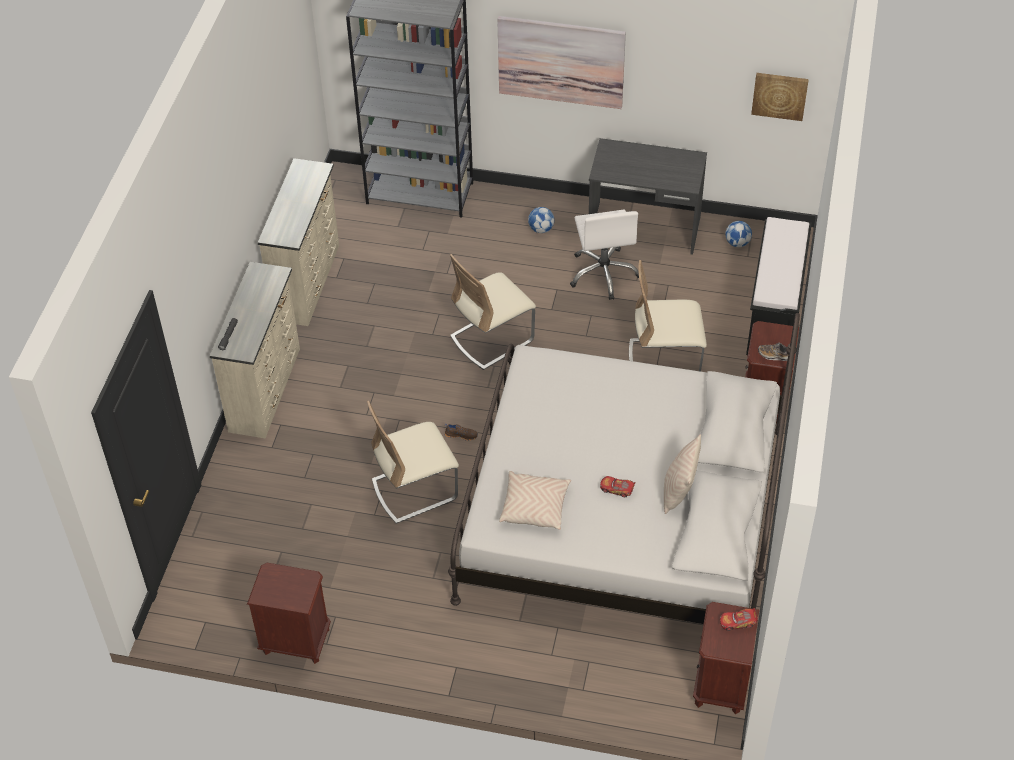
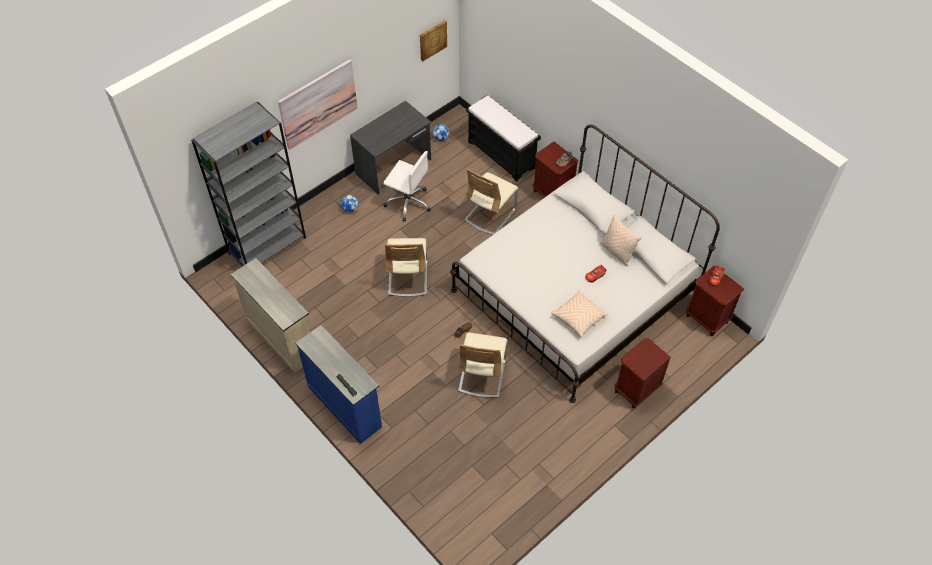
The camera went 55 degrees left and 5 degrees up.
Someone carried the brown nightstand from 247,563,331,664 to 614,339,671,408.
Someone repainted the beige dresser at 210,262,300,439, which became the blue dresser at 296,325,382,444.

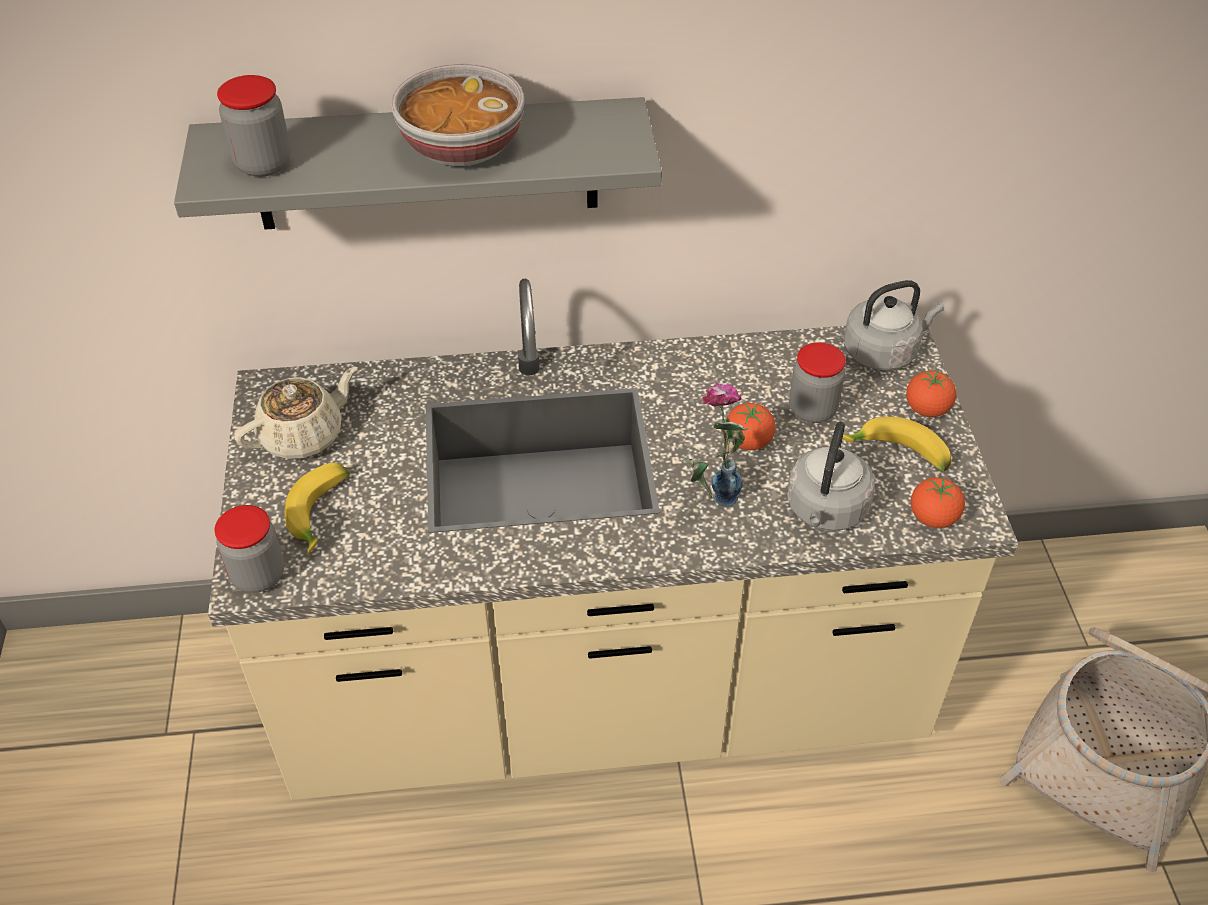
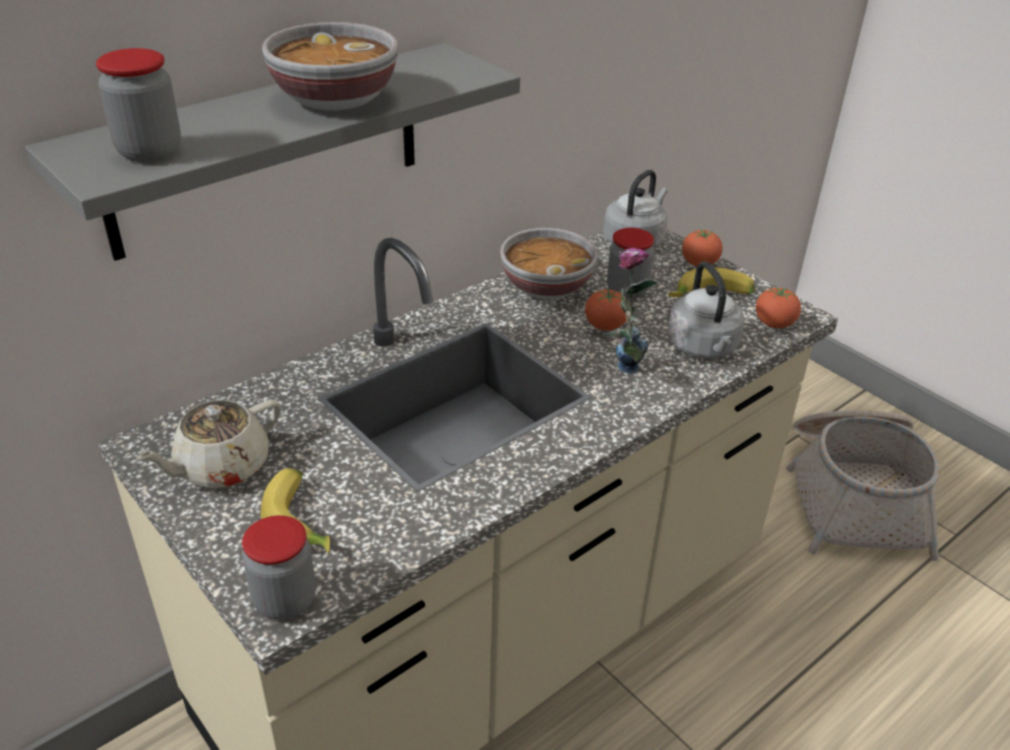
The camera went 35 degrees left and 10 degrees down.
Someone put down the bowl at 500,228,597,300.
Someone rotated the beige teapot at 234,367,358,459 by 150 degrees counterclockwise.

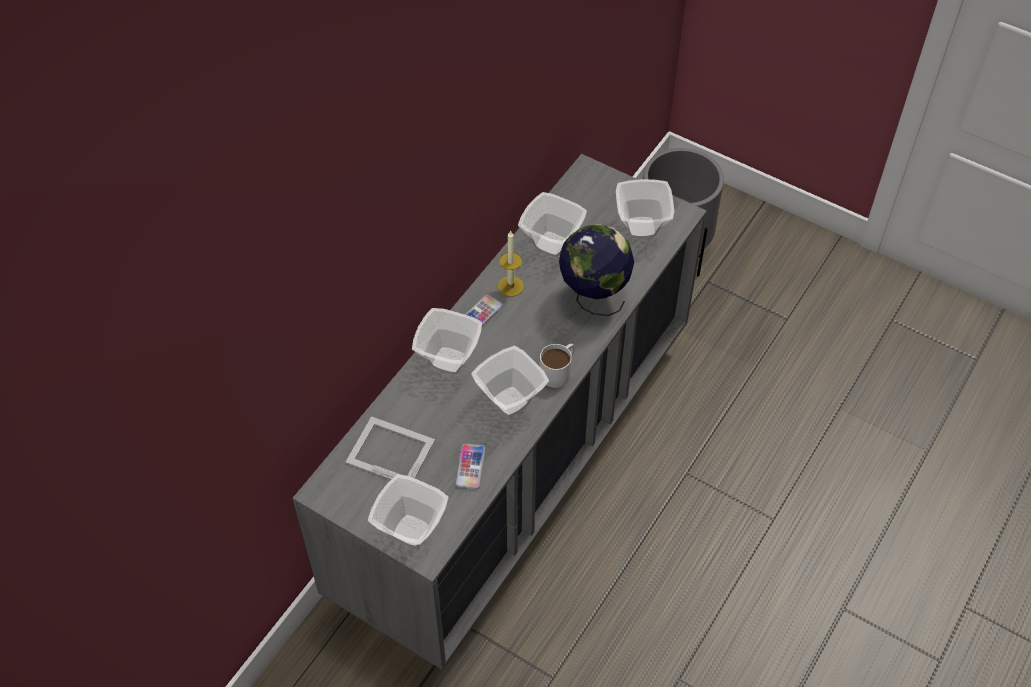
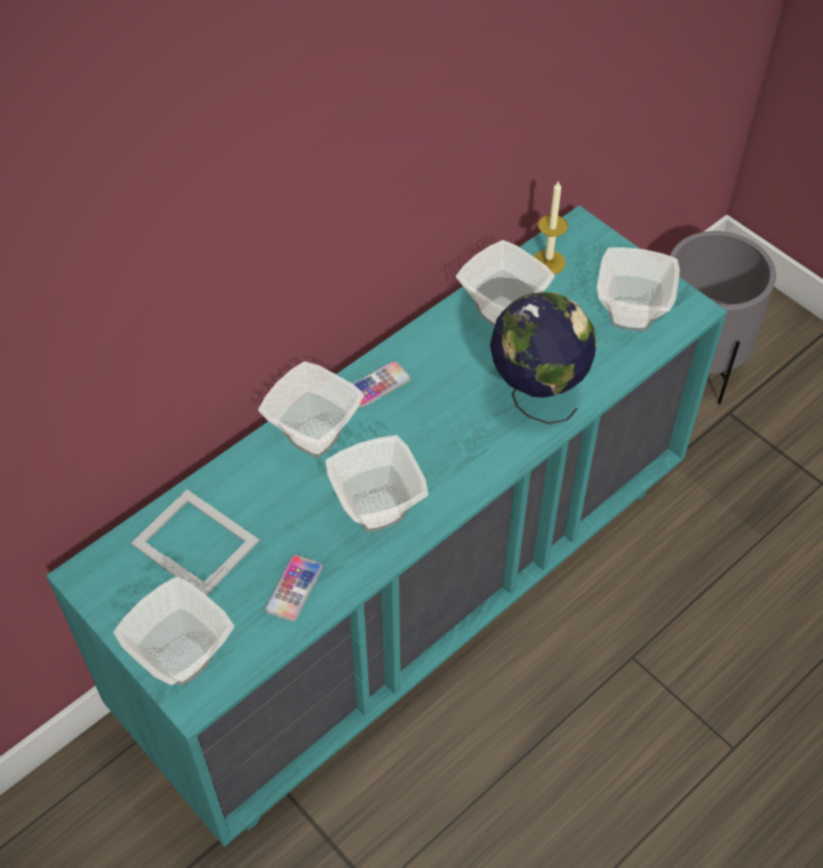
The camera went 15 degrees right and 0 degrees up.
Someone took away the white mug at 540,343,575,388.
Someone carried the candle from 498,230,524,297 to 533,180,568,275.
Someone repainted the grey dresser at 293,154,707,670, which became the turquoise dresser at 46,205,727,847.

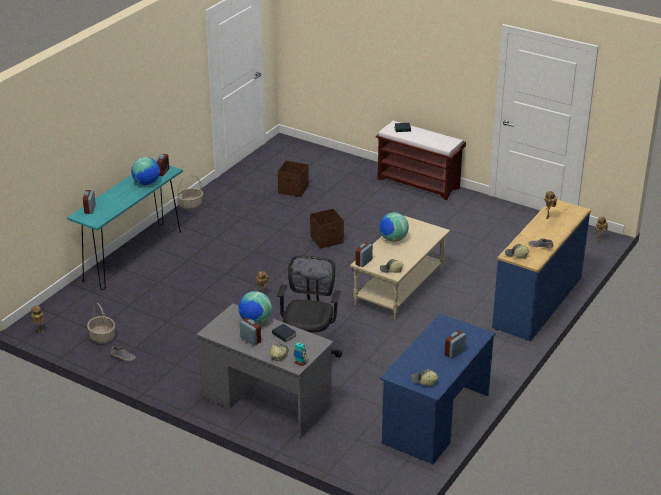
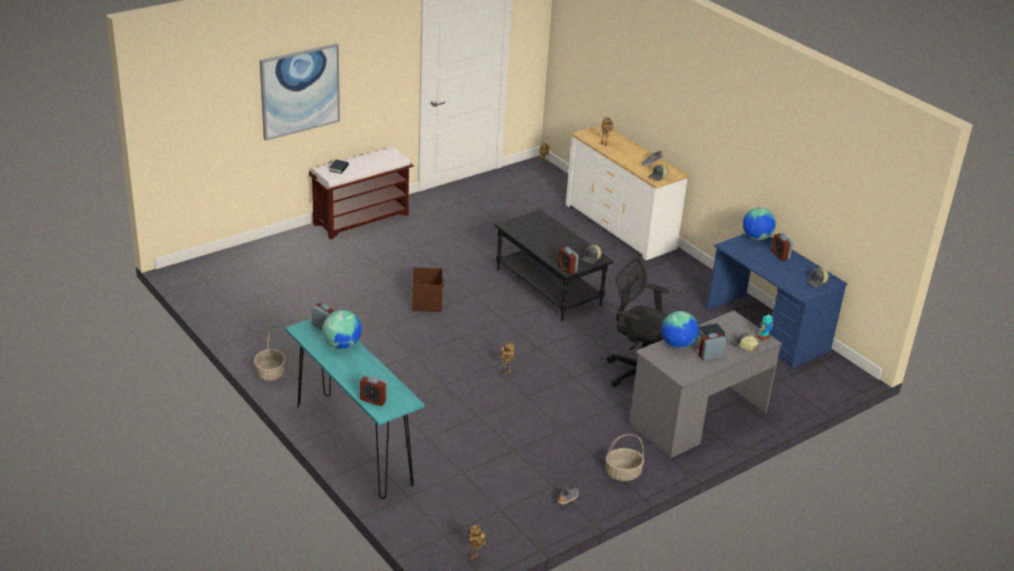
The camera went 70 degrees left and 0 degrees up.
Someone took away the brown storage box at 278,160,309,197.
Someone put up the picture at 260,43,340,141.
Someone carried the basket from 87,303,115,344 to 606,434,645,481.
Someone carried the globe from 379,212,409,242 to 743,207,776,240.
Someone repainted the beige coffee table at 350,216,450,320, which became the black coffee table at 494,209,613,321.
Someone repainted the blue dresser at 492,200,591,341, which became the white dresser at 566,125,689,260.

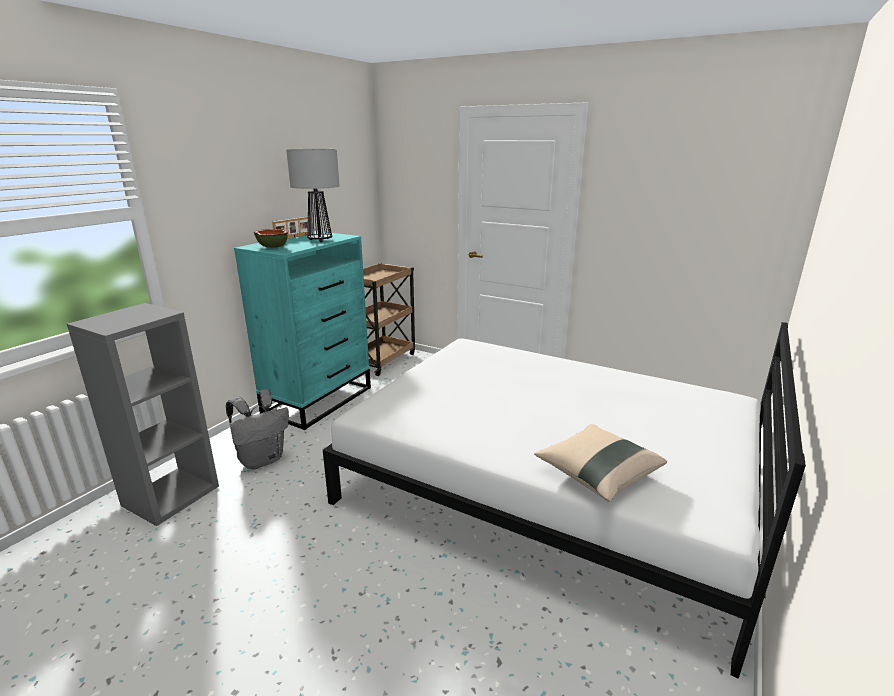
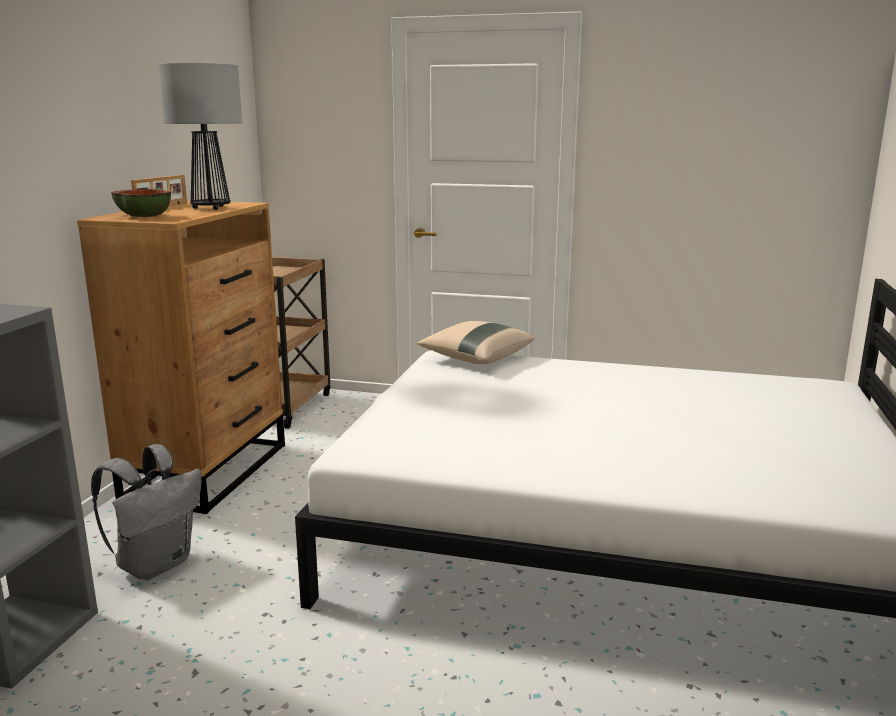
The camera went 15 degrees left and 5 degrees down.
Someone carried the beige pillow from 534,424,667,502 to 417,321,534,364.
Someone repainted the turquoise dresser at 234,231,371,430, which became the brown dresser at 77,200,285,514.

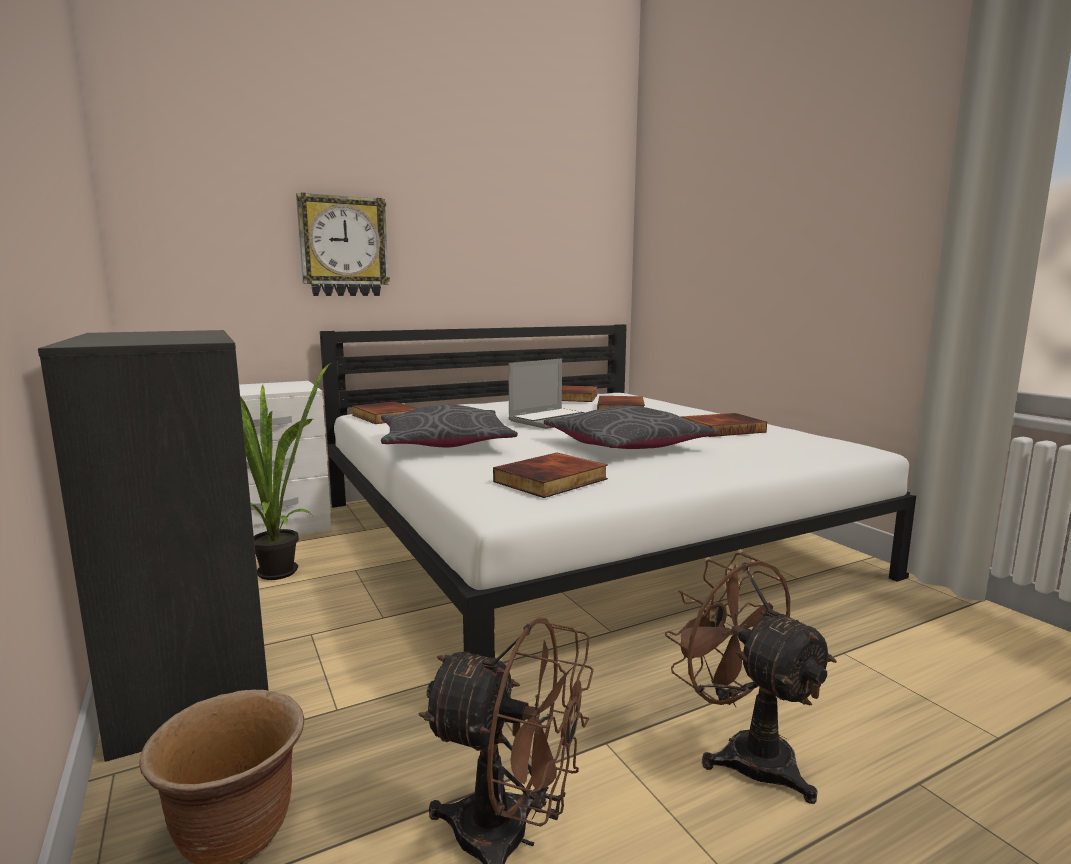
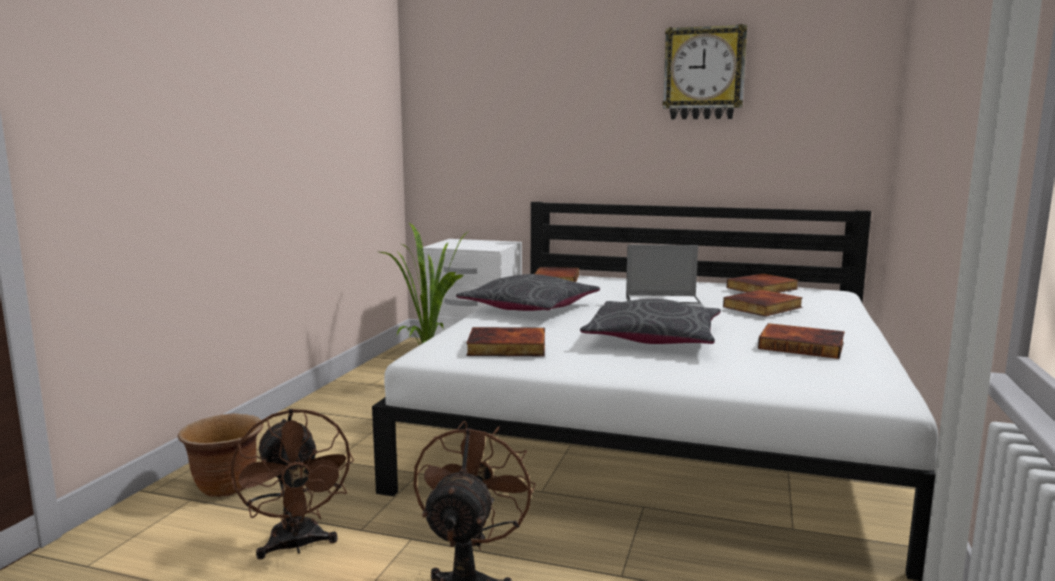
The camera went 45 degrees right and 0 degrees up.
Someone took away the black dresser at 38,330,269,762.
Someone carried the wall clock from 296,192,390,296 to 663,24,747,119.

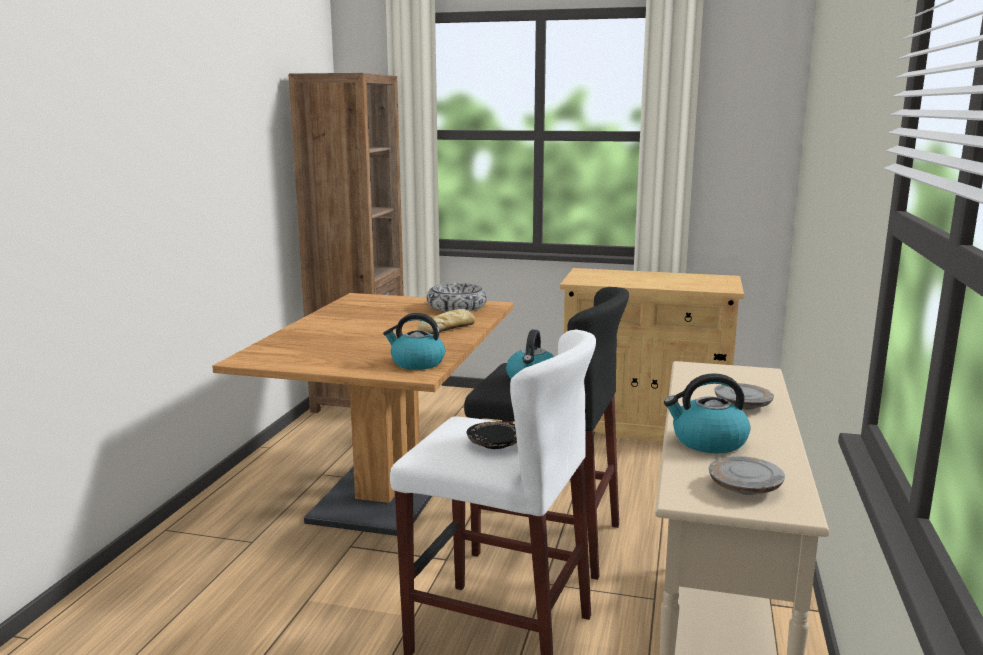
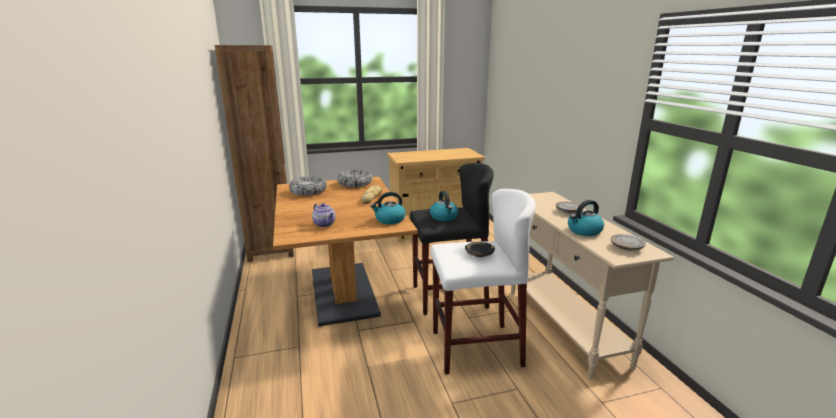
The camera went 30 degrees left and 5 degrees up.
Someone put down the bowl at 289,176,327,196.
Someone put down the teapot at 312,203,336,227.

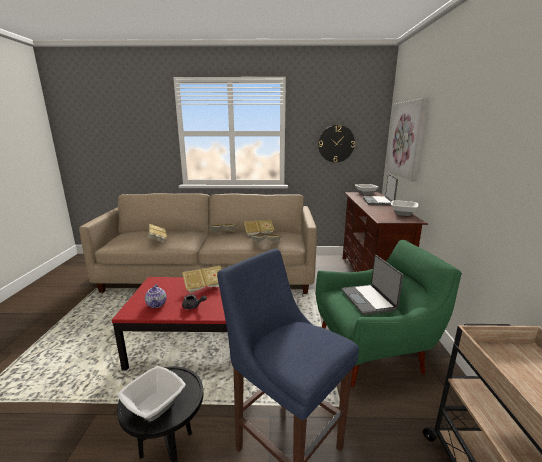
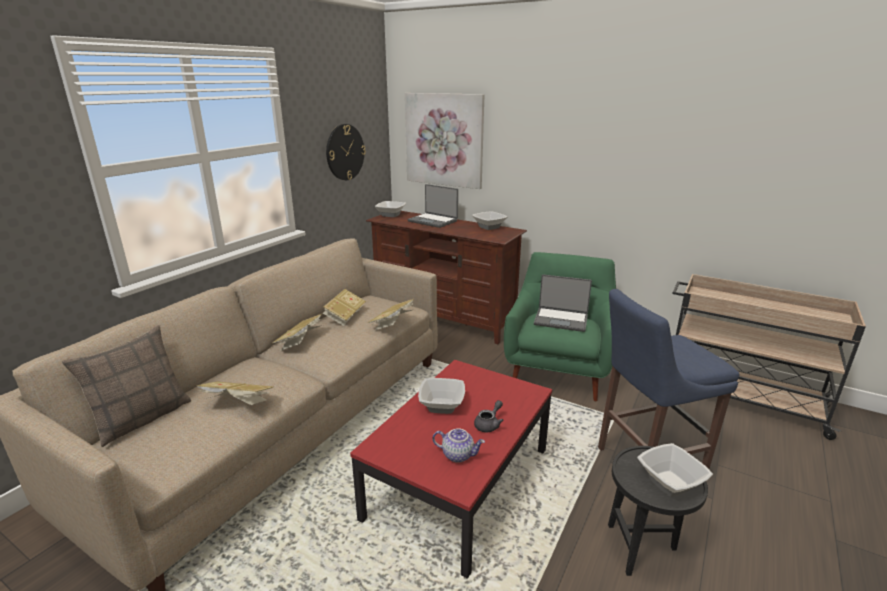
The camera went 60 degrees left and 5 degrees up.
Someone put down the pillow at 62,325,191,447.
Someone swapped the book at 182,266,222,294 for the bowl at 418,378,465,414.

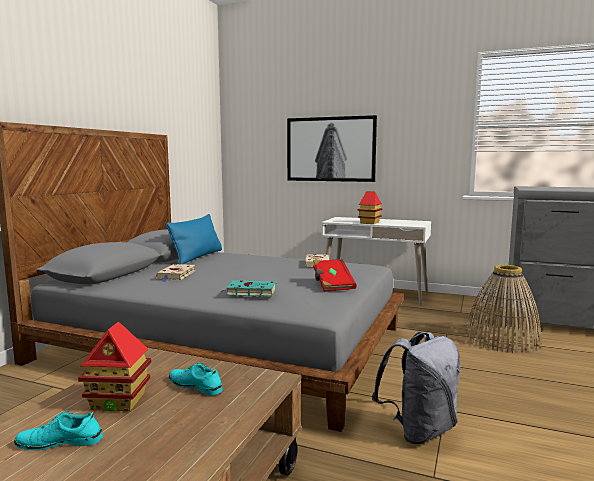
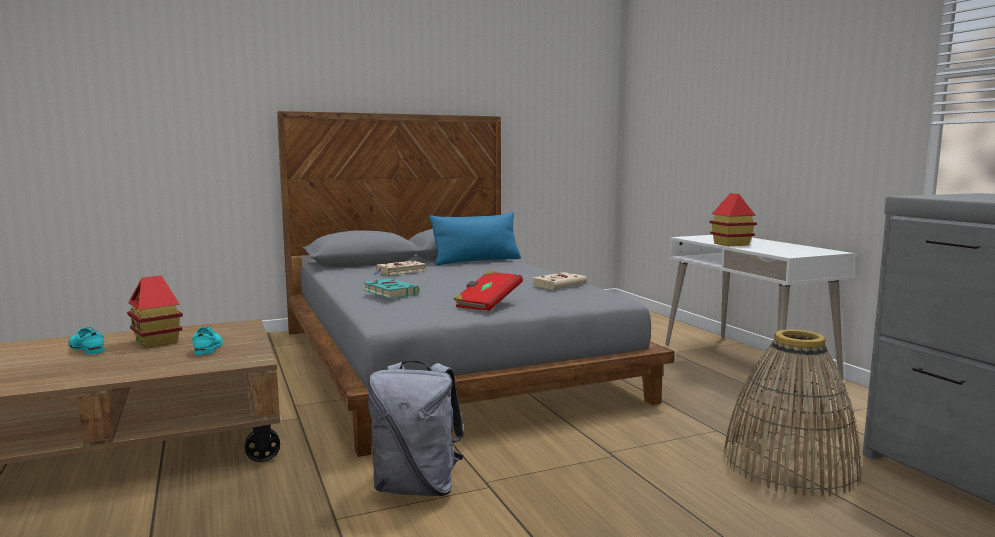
The camera went 45 degrees right and 0 degrees up.
Someone took away the picture at 287,115,377,182.

